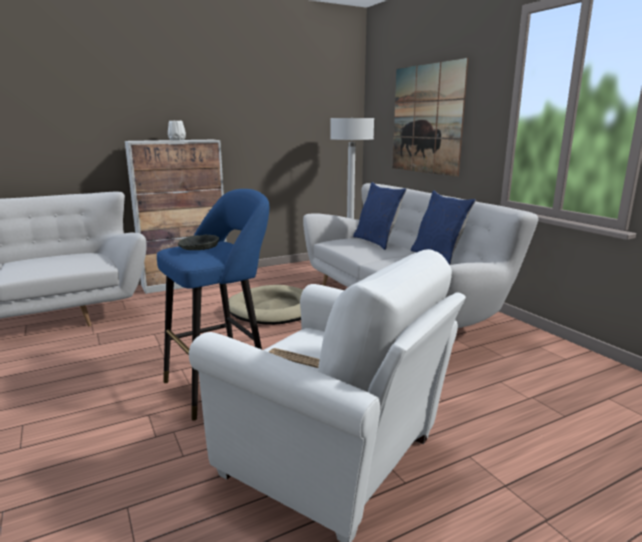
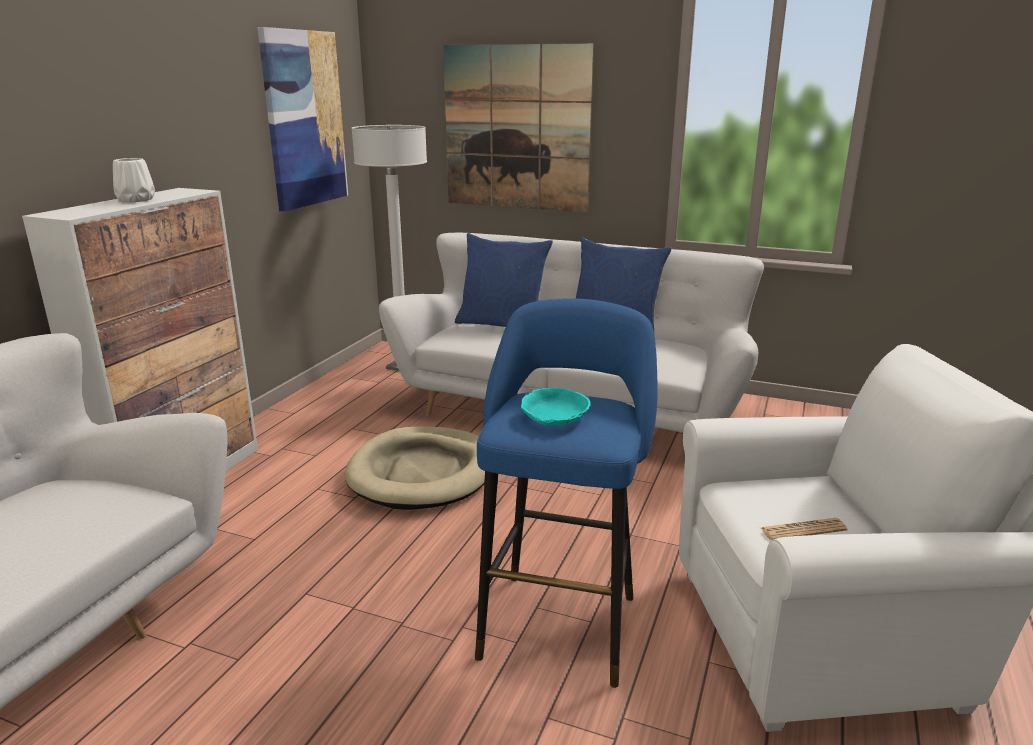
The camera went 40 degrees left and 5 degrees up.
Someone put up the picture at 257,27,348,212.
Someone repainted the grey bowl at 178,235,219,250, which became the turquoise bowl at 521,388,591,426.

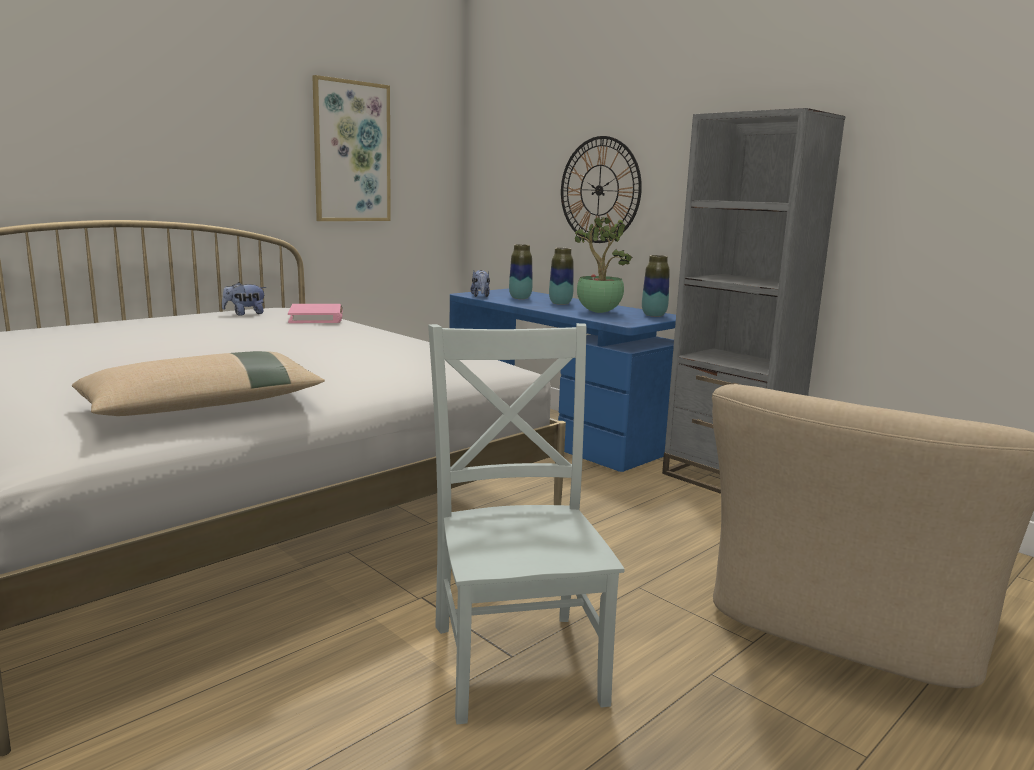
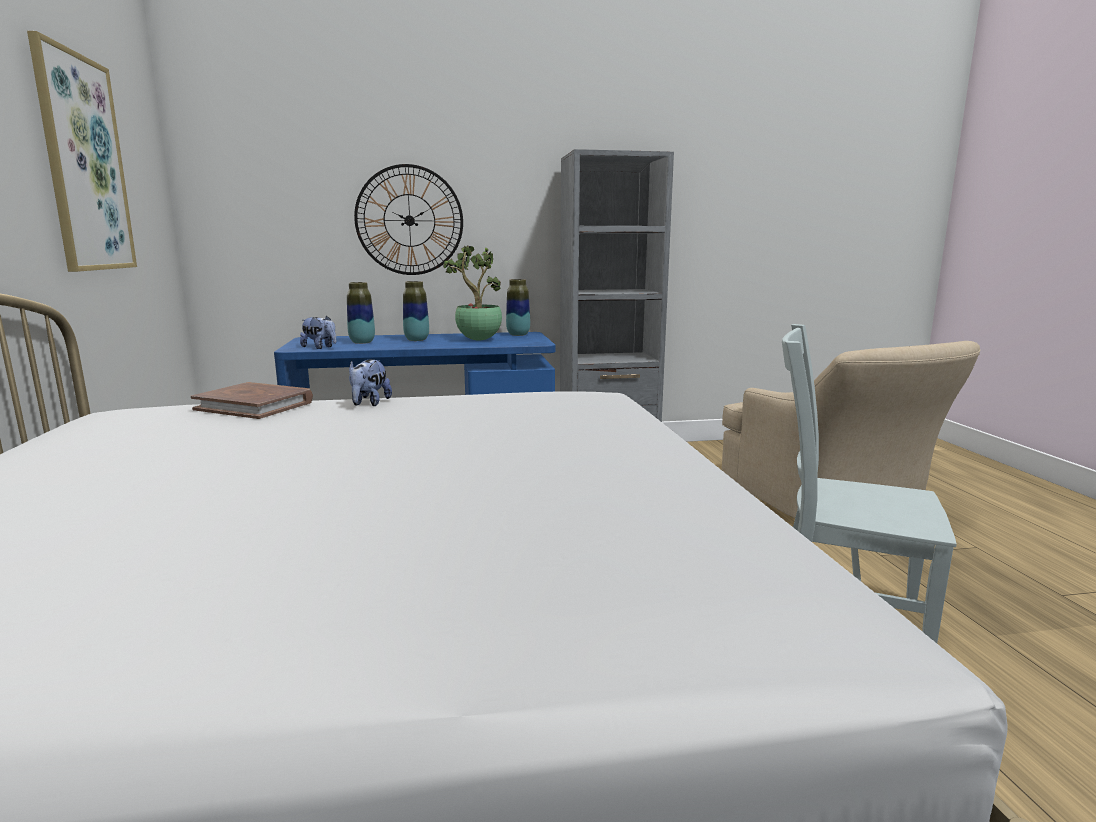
The camera went 55 degrees left and 0 degrees up.
Someone took away the beige pillow at 72,351,325,416.
Someone carried the plush toy from 222,282,266,315 to 349,359,392,406.
Someone repainted the pink book at 288,304,343,323, which became the brown book at 191,382,313,419.

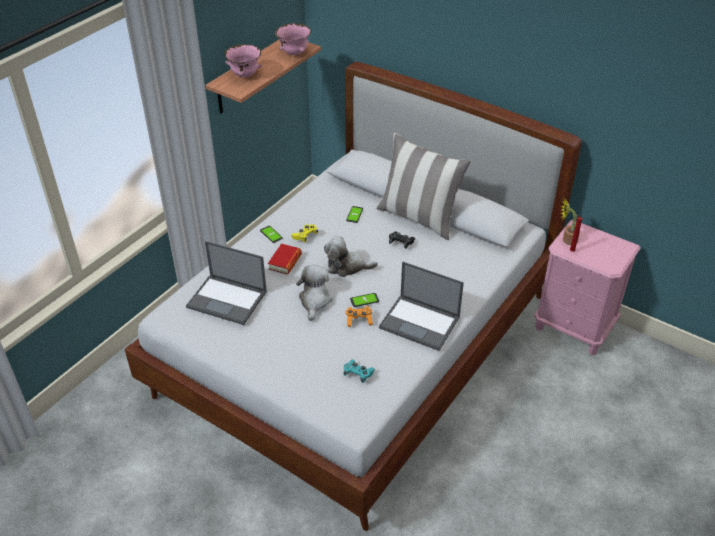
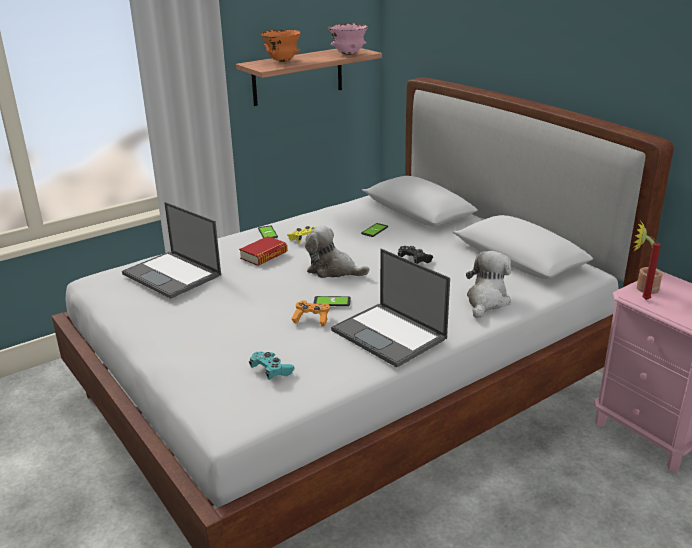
The camera went 20 degrees right and 15 degrees down.
Someone took away the pillow at 376,133,471,240.
Someone carried the plush toy from 296,265,332,321 to 466,251,511,318.
Someone repainted the pink bowl at 225,44,262,77, which became the orange bowl at 260,29,301,62.

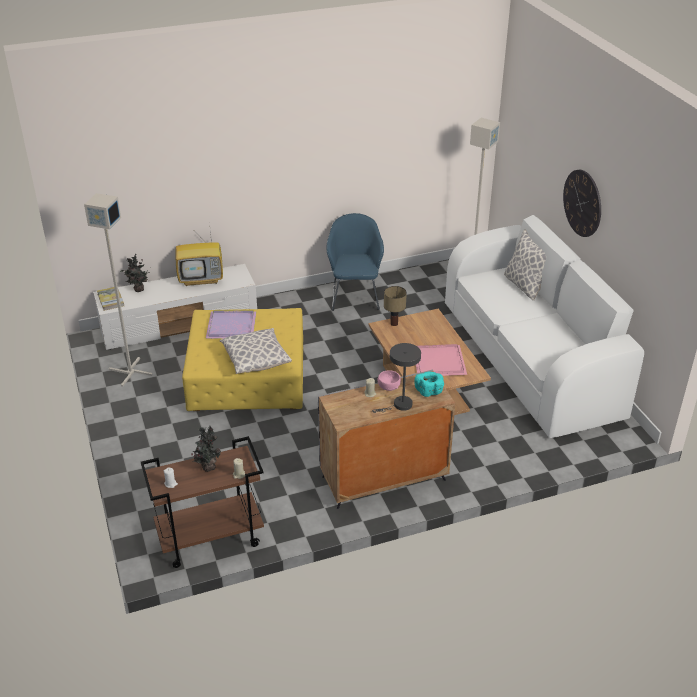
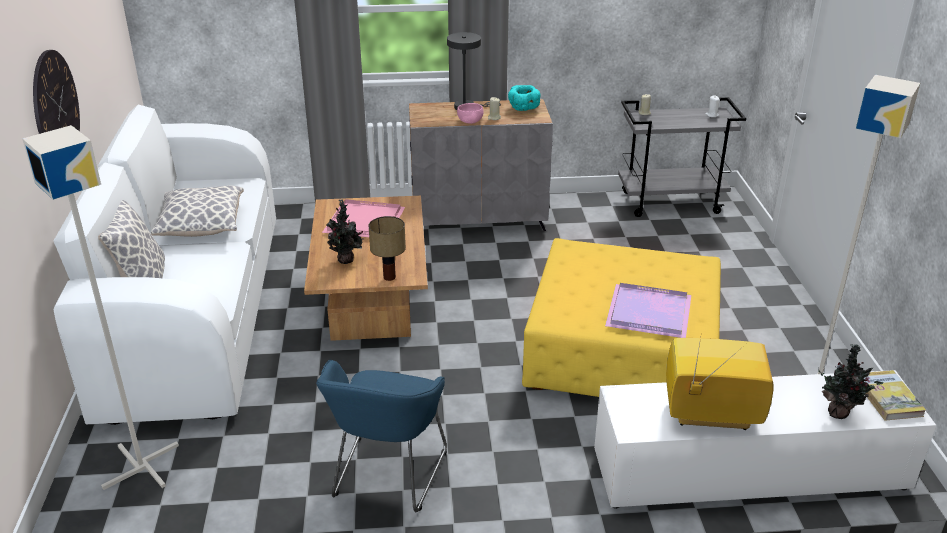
The camera went 165 degrees left and 5 degrees down.
Someone carried the potted plant from 192,426,221,472 to 327,199,364,264.
Someone carried the pillow from 220,328,292,374 to 151,186,244,237.
Someone carried the turquoise bowl from 414,372,444,397 to 508,85,540,111.
Someone repainted the brown cart at 141,436,264,568, which became the grey cart at 618,97,746,217.

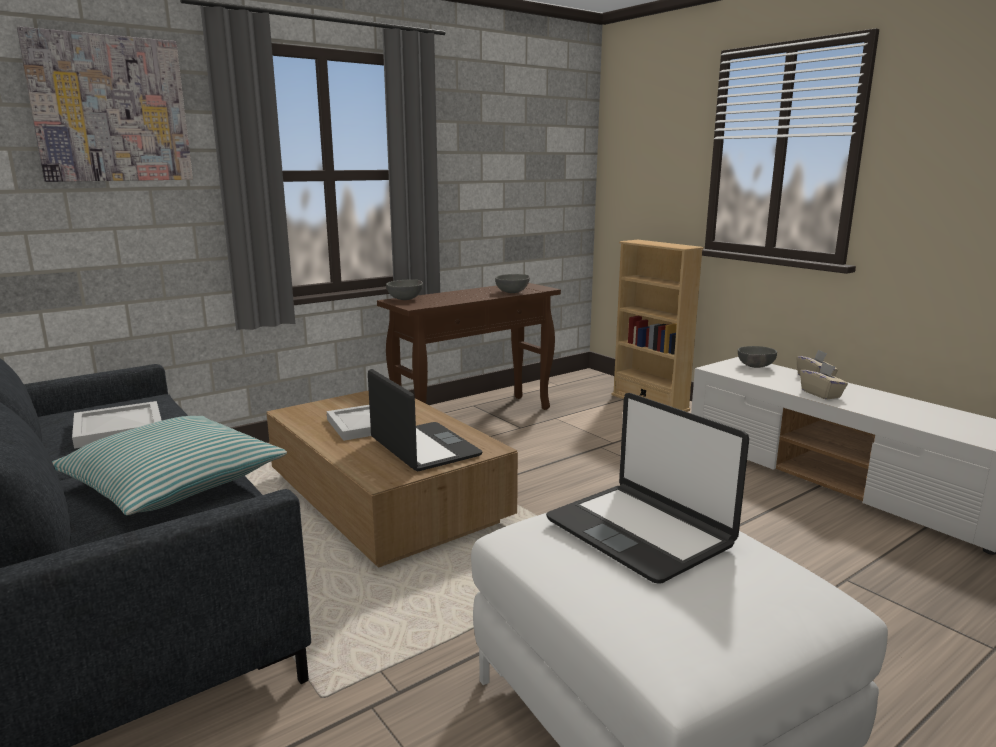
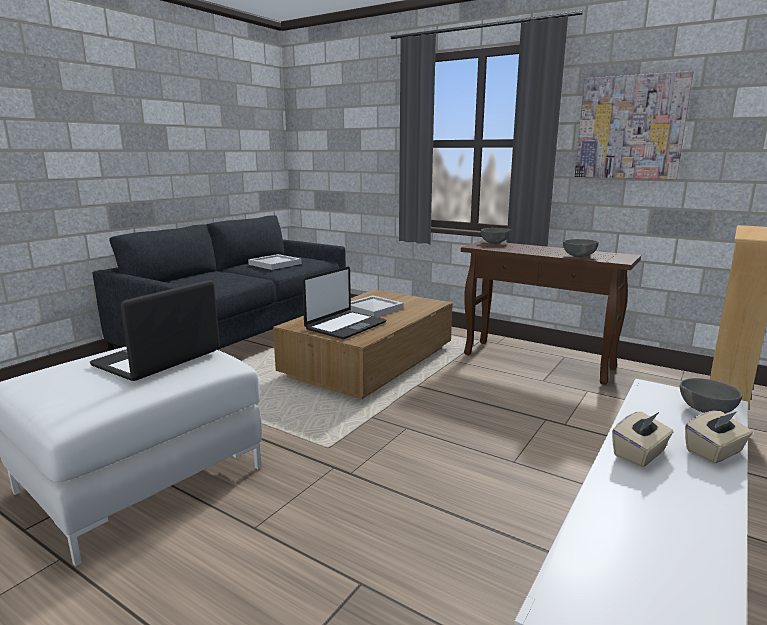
The camera went 70 degrees right and 0 degrees up.
Someone took away the pillow at 52,416,287,515.
Someone carried the picture from 17,26,193,182 to 575,71,693,179.

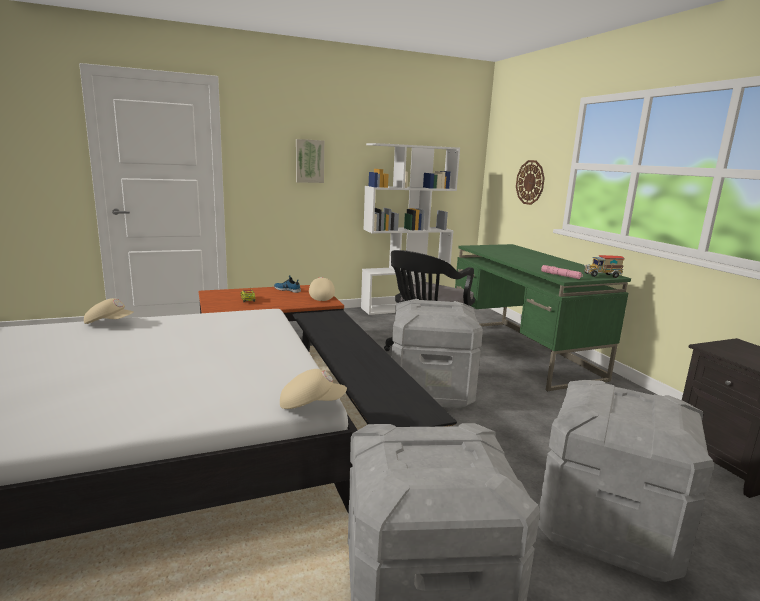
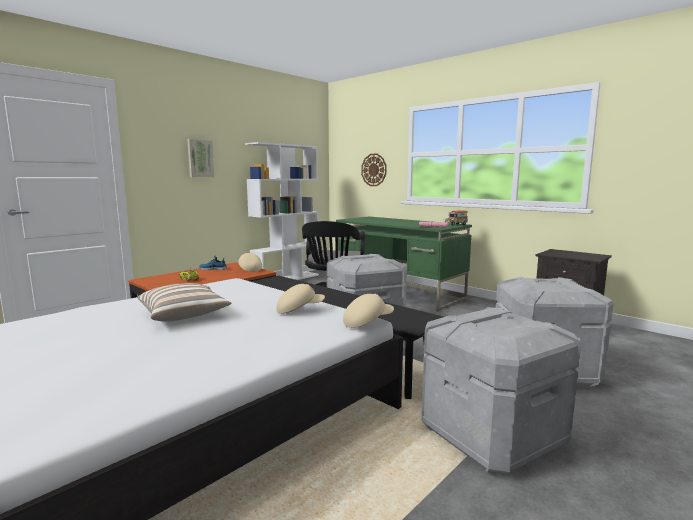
The camera went 25 degrees left and 5 degrees down.
Someone put down the pillow at 138,283,231,322.
Someone carried the beige cap from 84,298,134,324 to 277,284,325,314.

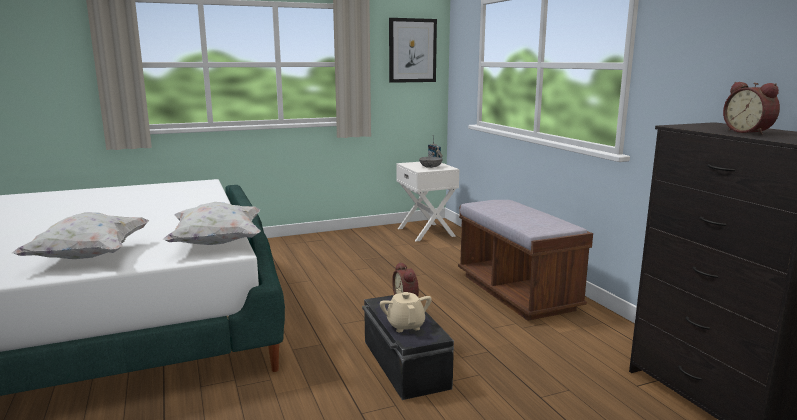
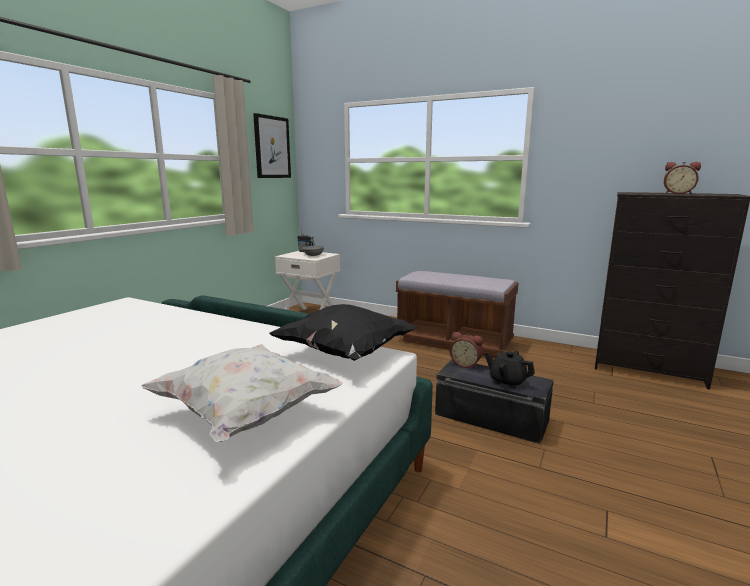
The camera went 40 degrees left and 0 degrees up.
Someone repainted the white pillow at 162,202,261,245, which became the black pillow at 269,304,417,361.
Someone repainted the beige teapot at 380,289,432,332, which became the black teapot at 484,351,535,388.

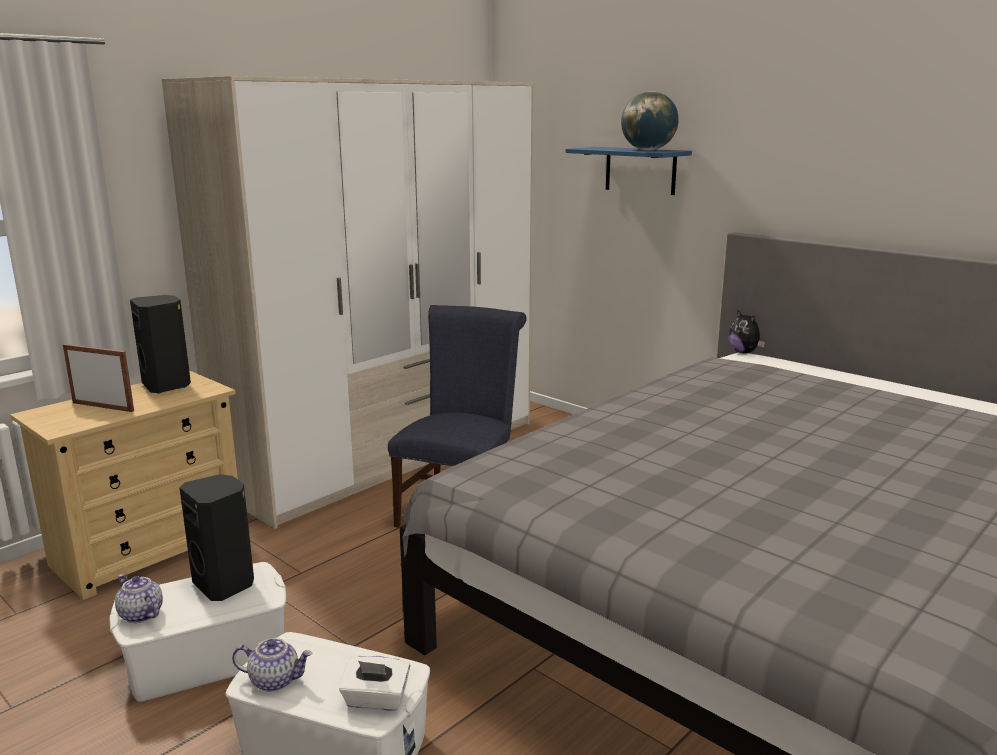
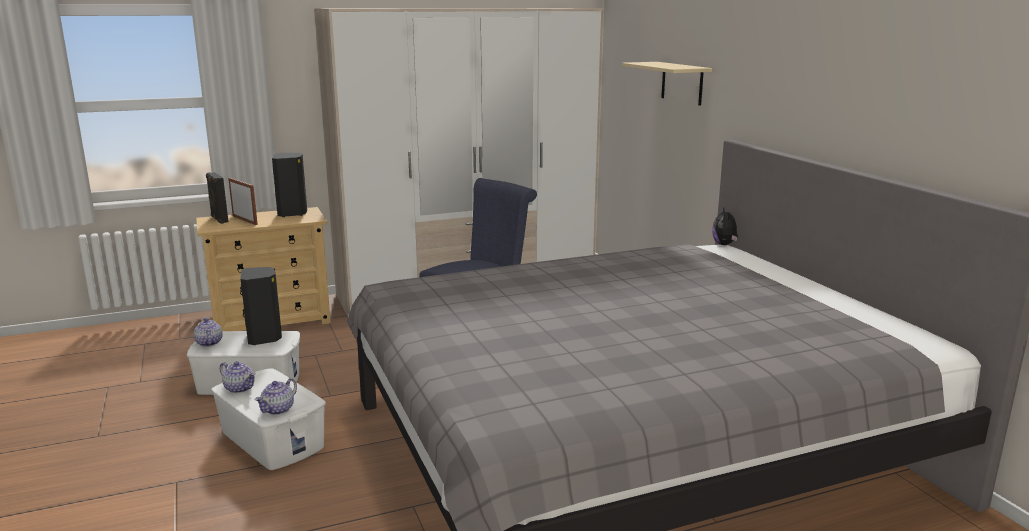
The camera went 25 degrees right and 0 degrees up.
Someone took away the globe at 621,91,679,150.
Someone put down the black speaker at 206,172,229,224.
Someone swapped the white tissue box at 339,655,410,711 for the teapot at 255,378,297,415.
Someone repainted the blue shelf at 566,147,692,195, which became the beige shelf at 622,62,712,106.

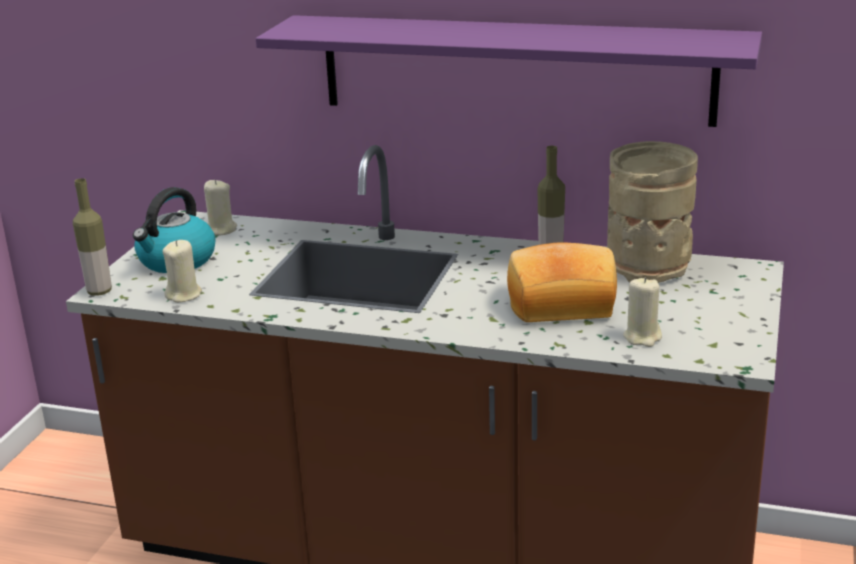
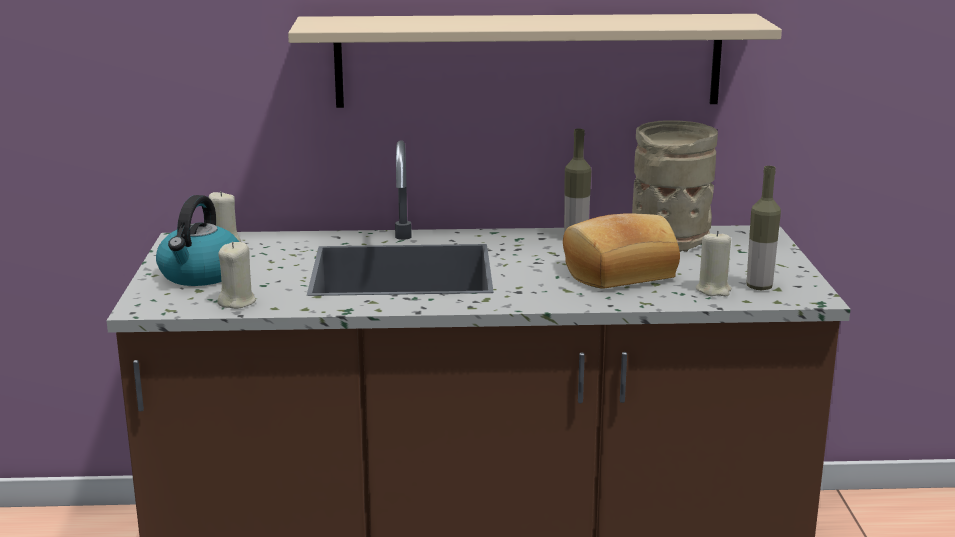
The camera went 20 degrees left and 5 degrees down.
Someone carried the bottle from 73,178,112,296 to 747,166,781,290.
Someone repainted the purple shelf at 256,15,762,127, which became the beige shelf at 288,14,782,108.

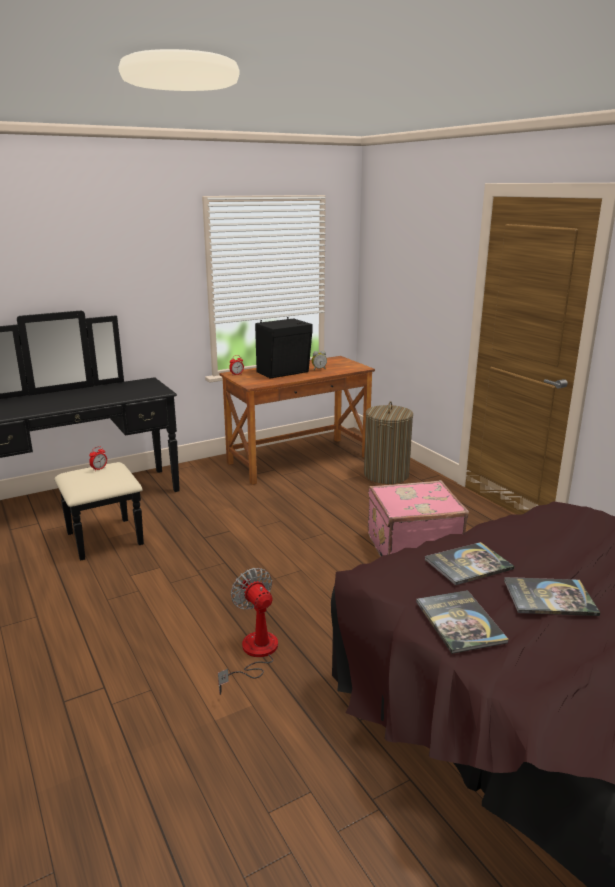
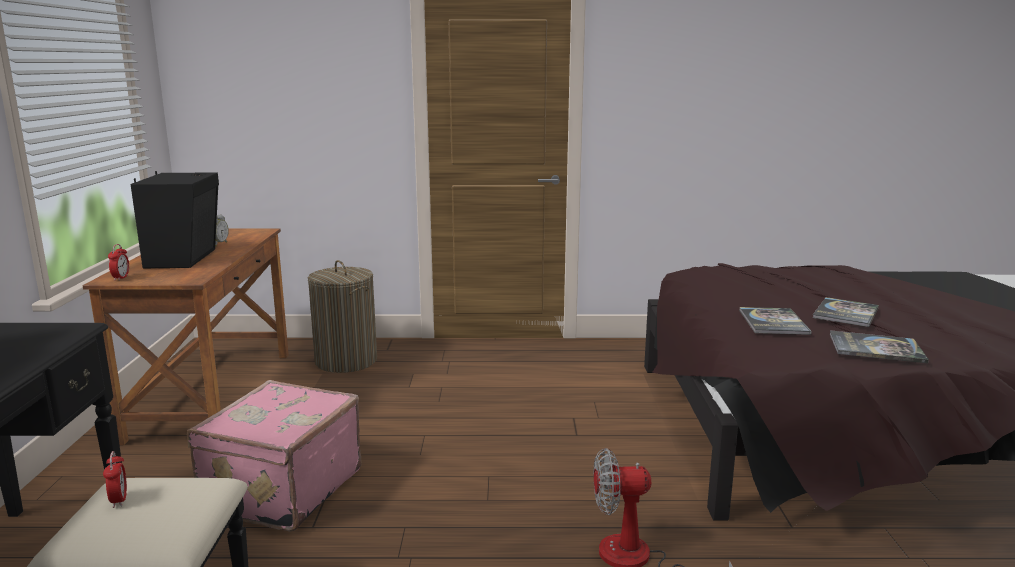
The camera went 60 degrees left and 5 degrees down.
Someone carried the pink suitcase from 368,480,469,557 to 187,380,362,531.

